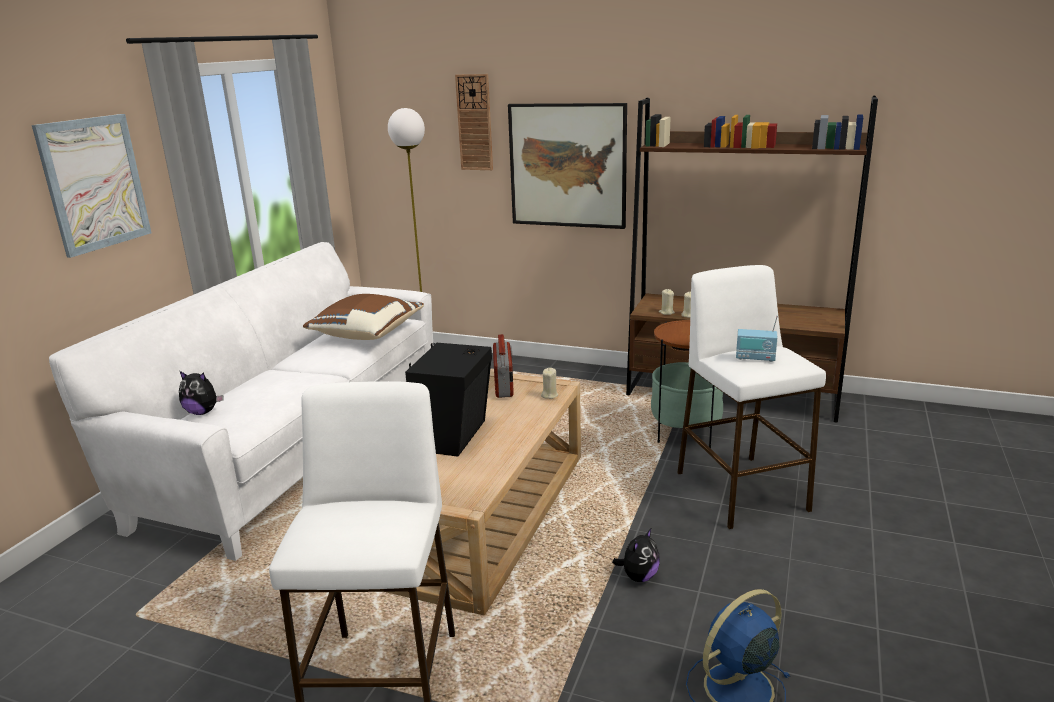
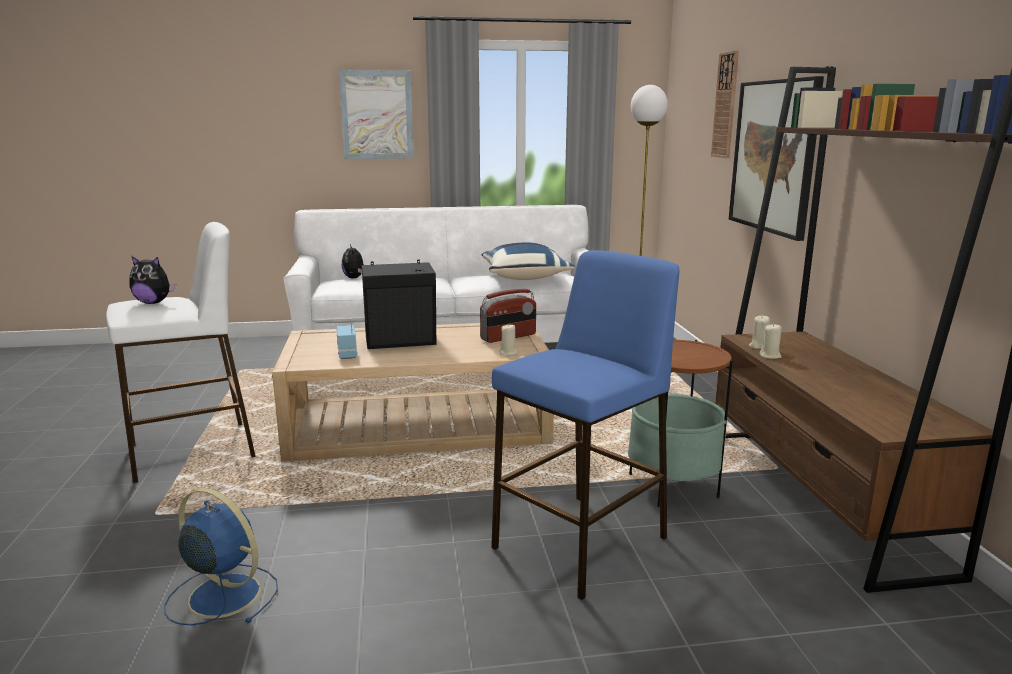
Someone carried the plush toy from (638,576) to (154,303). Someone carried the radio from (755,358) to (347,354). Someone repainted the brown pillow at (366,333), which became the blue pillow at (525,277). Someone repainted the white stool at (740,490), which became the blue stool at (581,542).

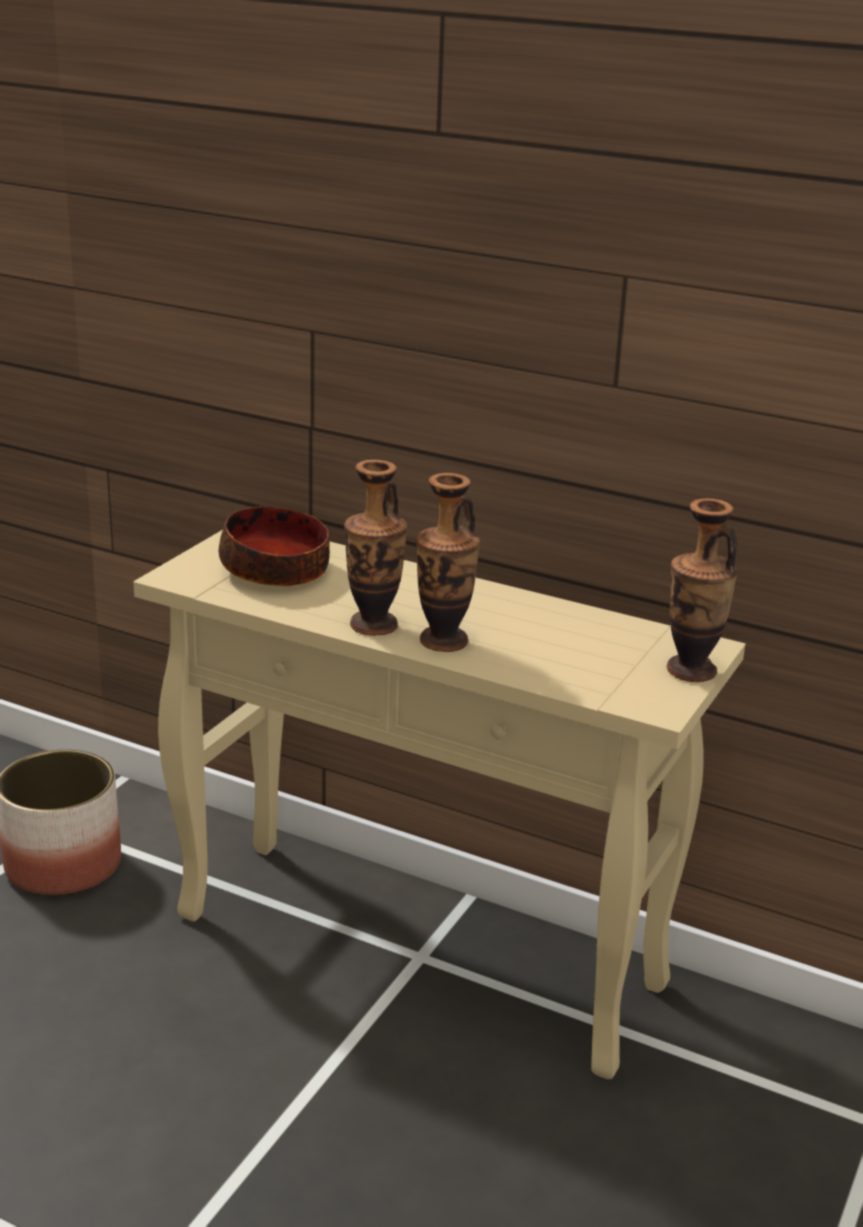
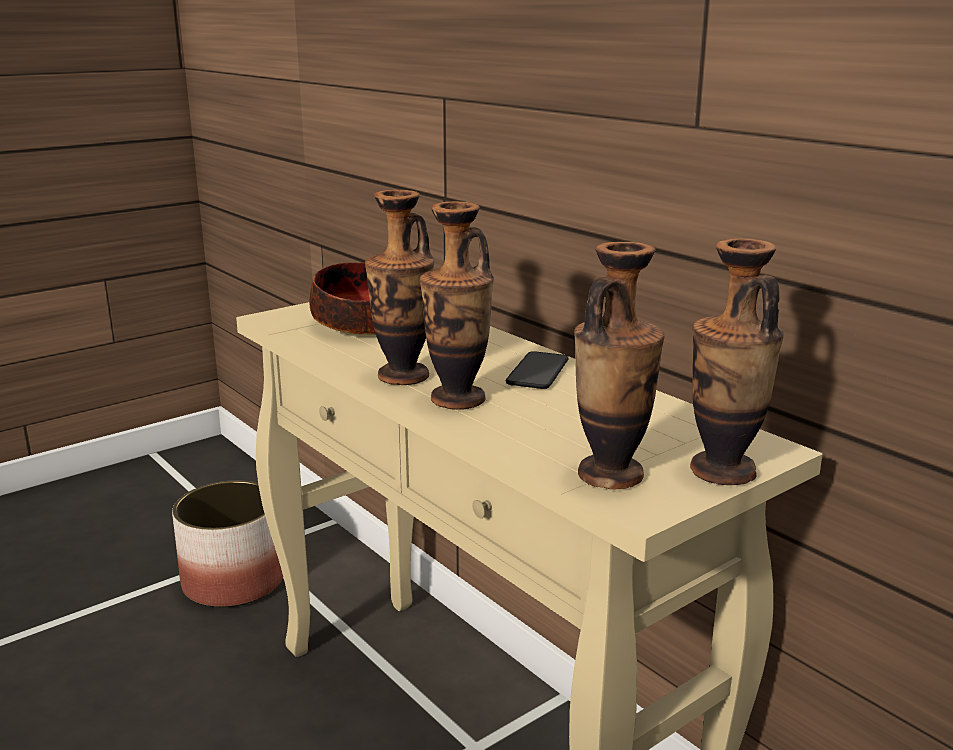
Someone put down the phone at (537,372). Someone put down the vase at (610,475).

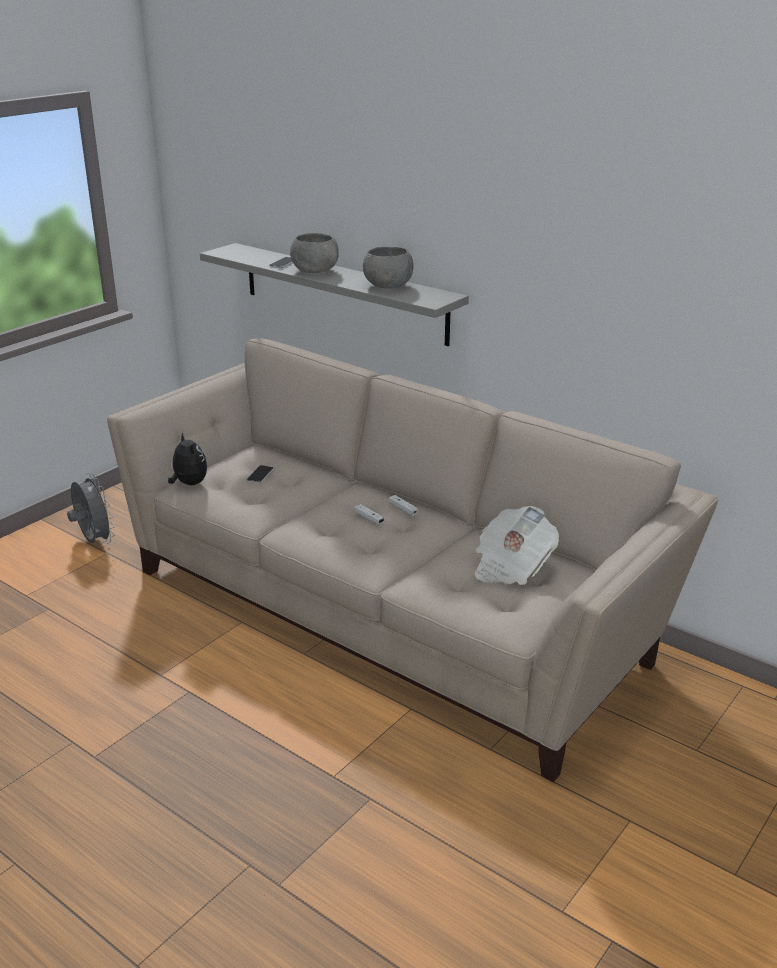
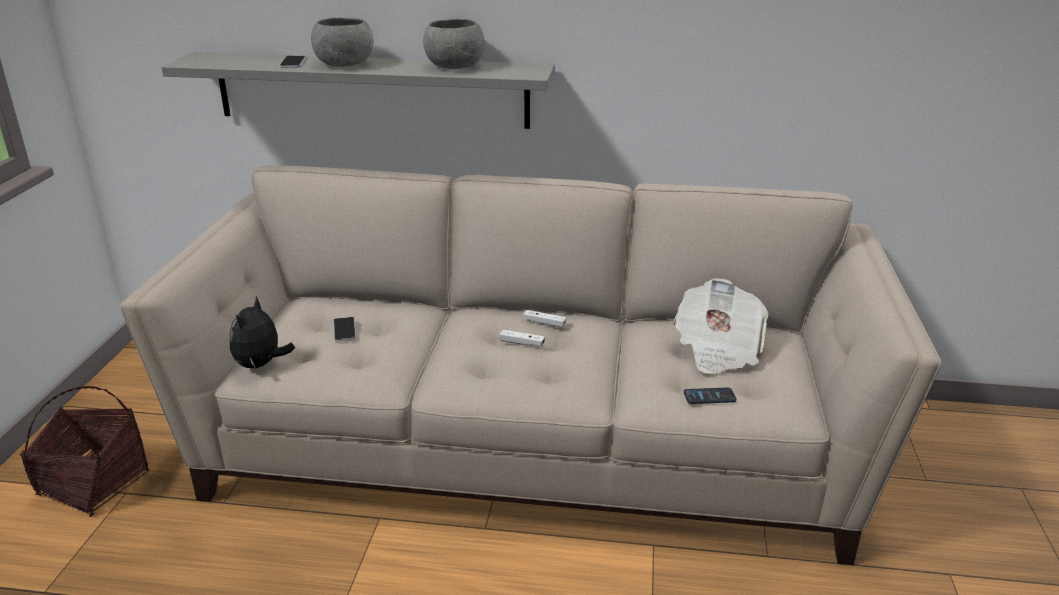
Someone swapped the grey fan at (94,541) for the basket at (93,484). Someone rotated the plush toy at (189,483) by 105 degrees counterclockwise. Someone put down the phone at (709,397).

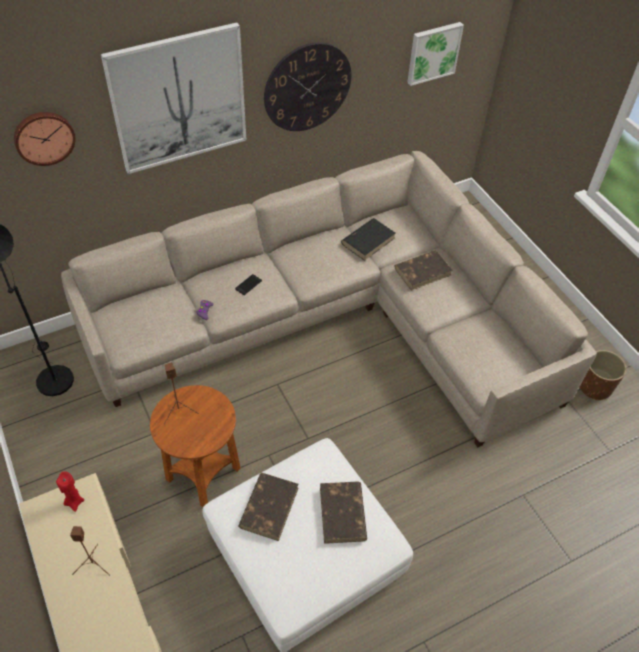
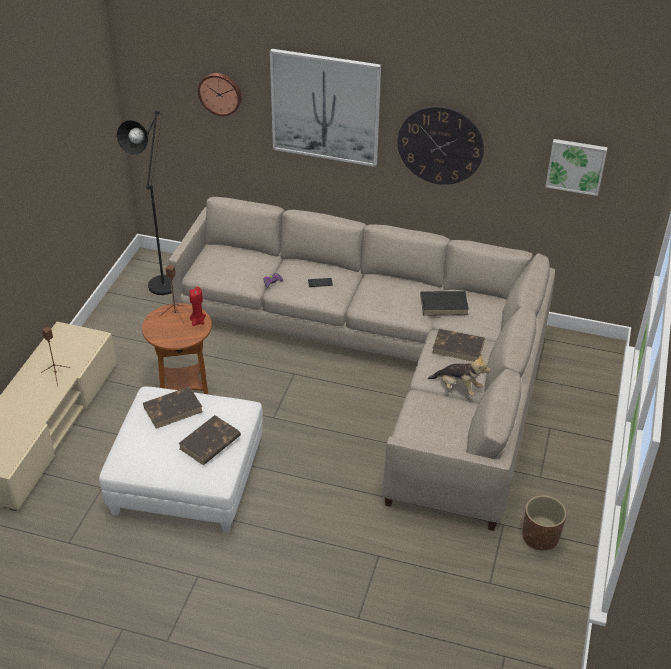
Someone carried the red candle from (74,501) to (198,321). Someone put down the plush toy at (458,388).

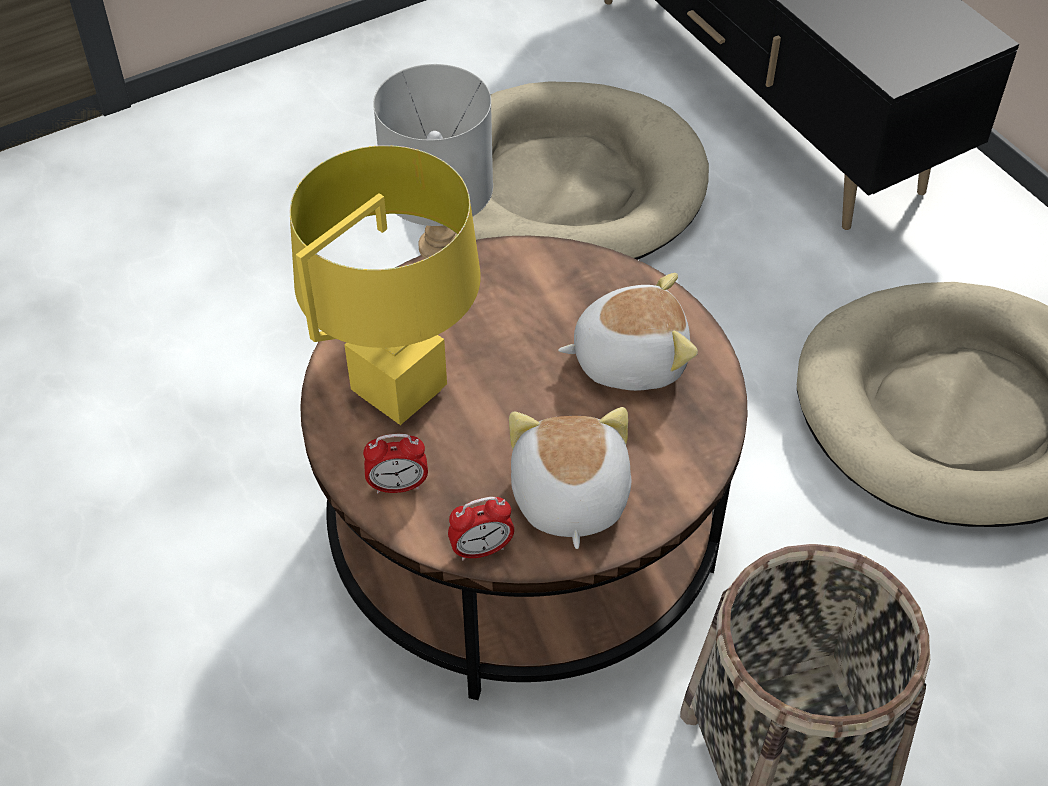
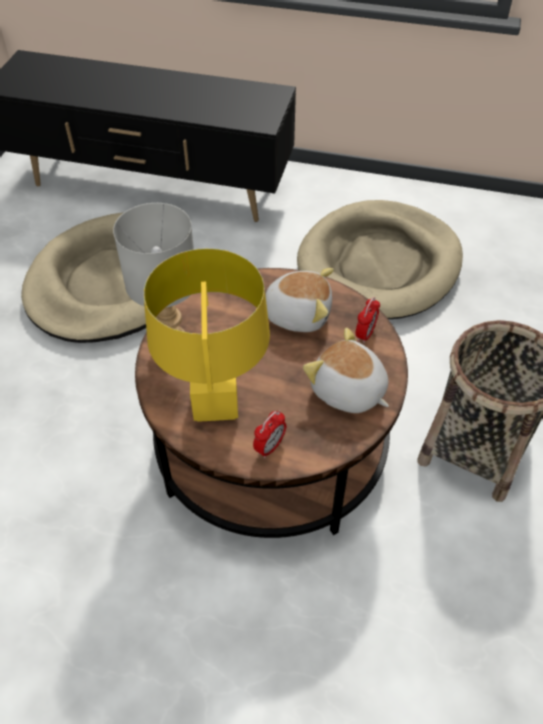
Someone rotated the plush toy at (629,358) by 60 degrees clockwise. Someone carried the alarm clock from (481,549) to (365,334).

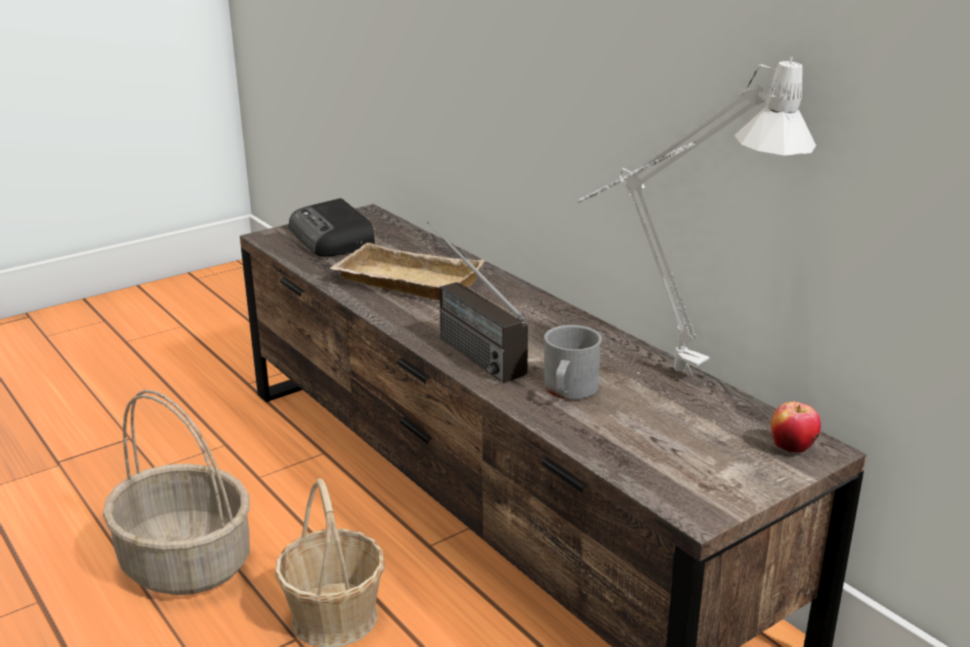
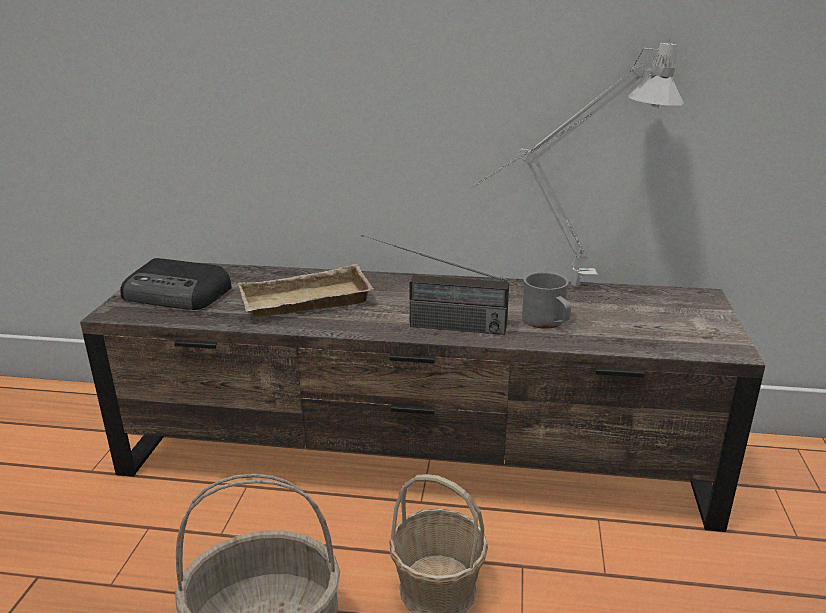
Someone took away the apple at (792,448).

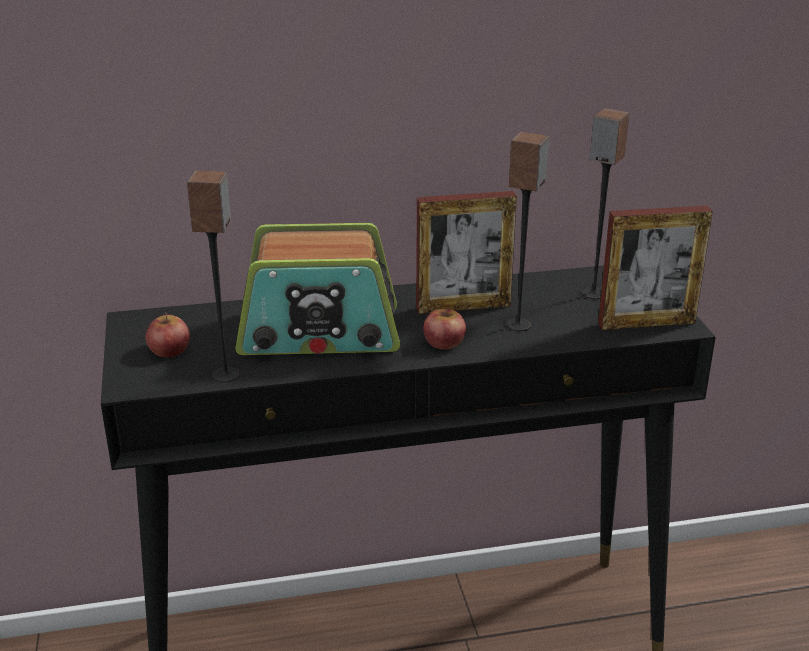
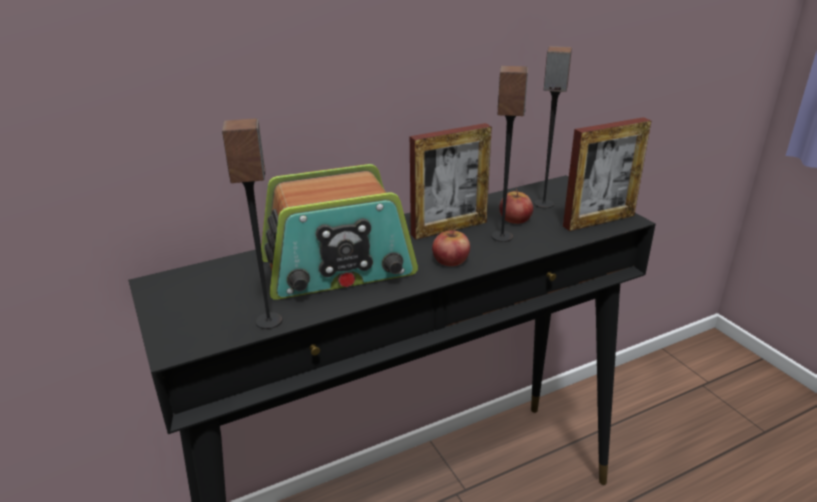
Someone carried the apple from (169,349) to (515,218).

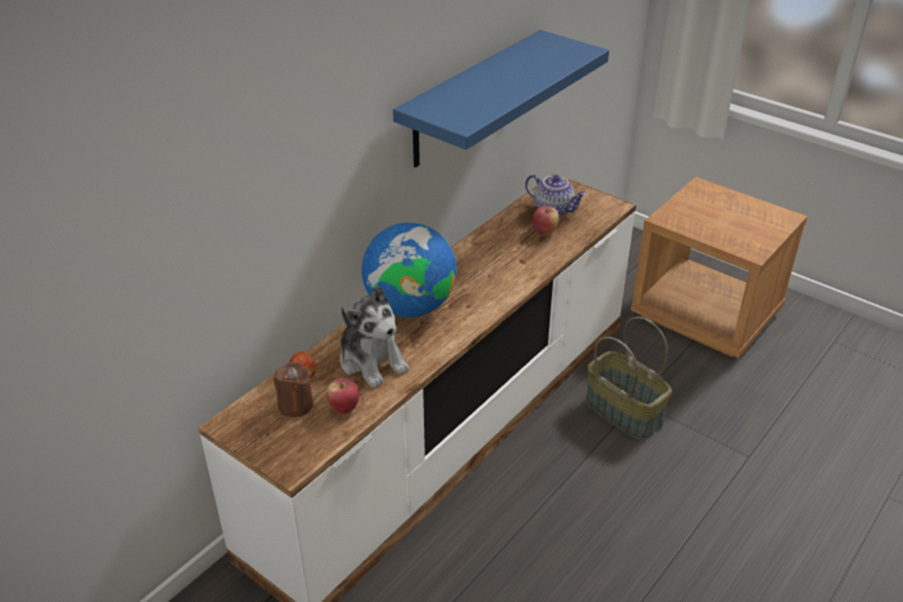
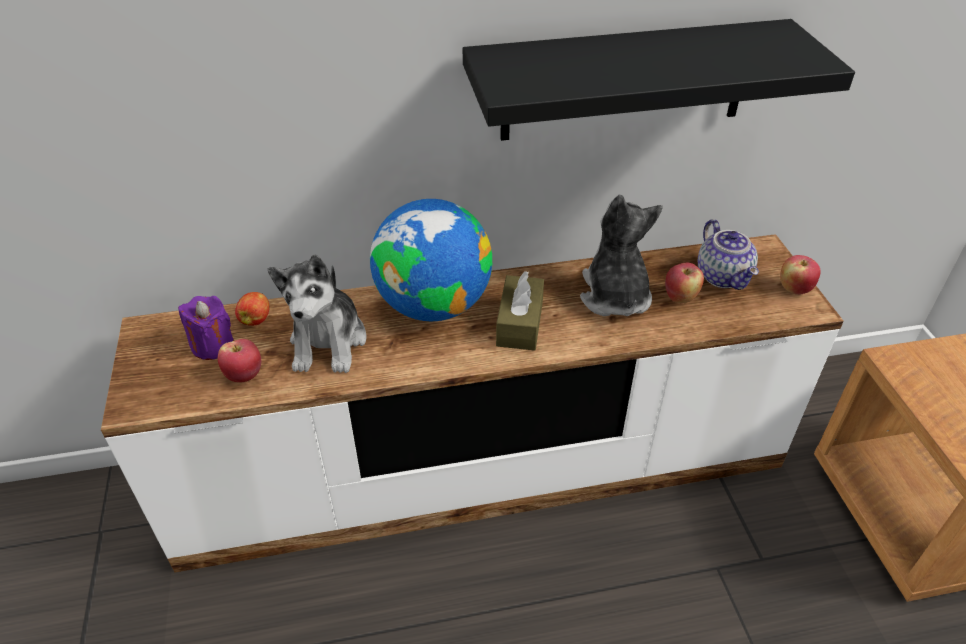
Someone repainted the brown candle at (295,405), which became the purple candle at (213,345). Someone repainted the blue shelf at (471,99), which became the black shelf at (625,81). Someone put down the brown tissue box at (520,323). Someone put down the plush toy at (614,296). Someone put down the apple at (794,289). Someone took away the basket at (625,412).

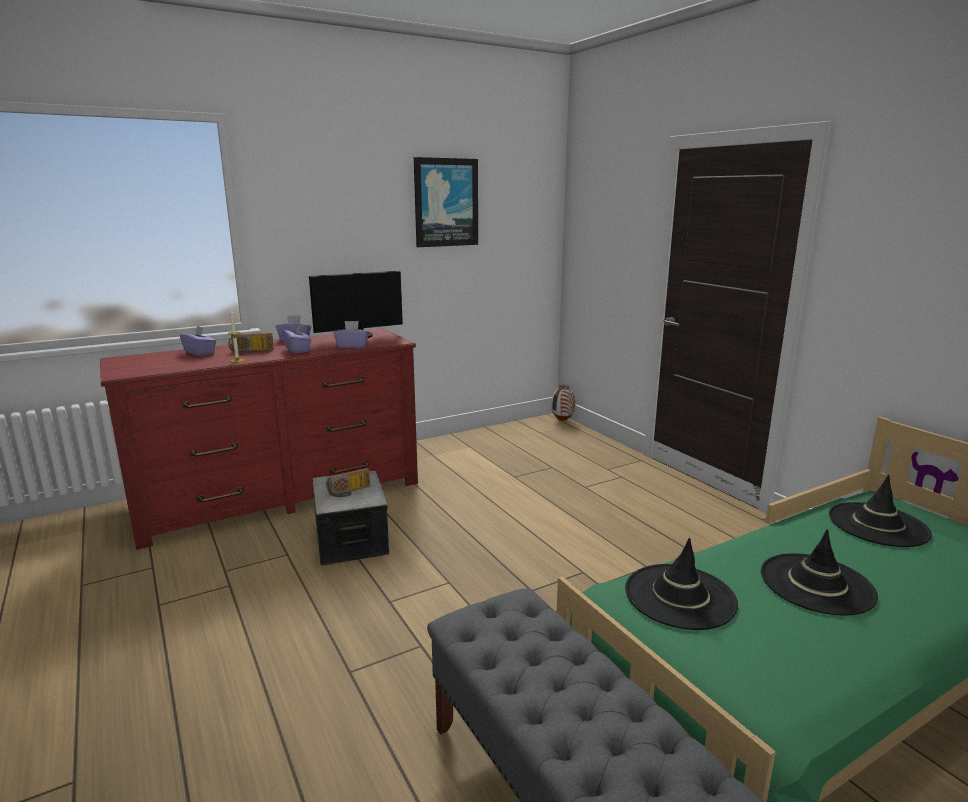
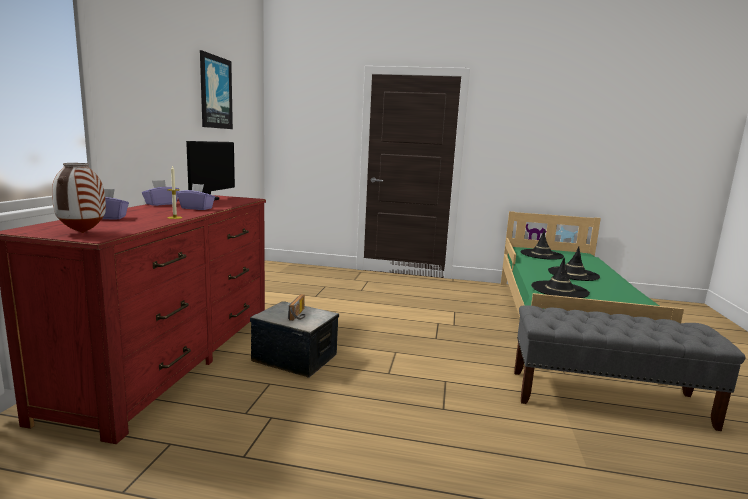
Someone carried the vase from (562,421) to (82,232). Someone took away the radio at (251,351). Someone took away the purple tissue box at (352,346).

